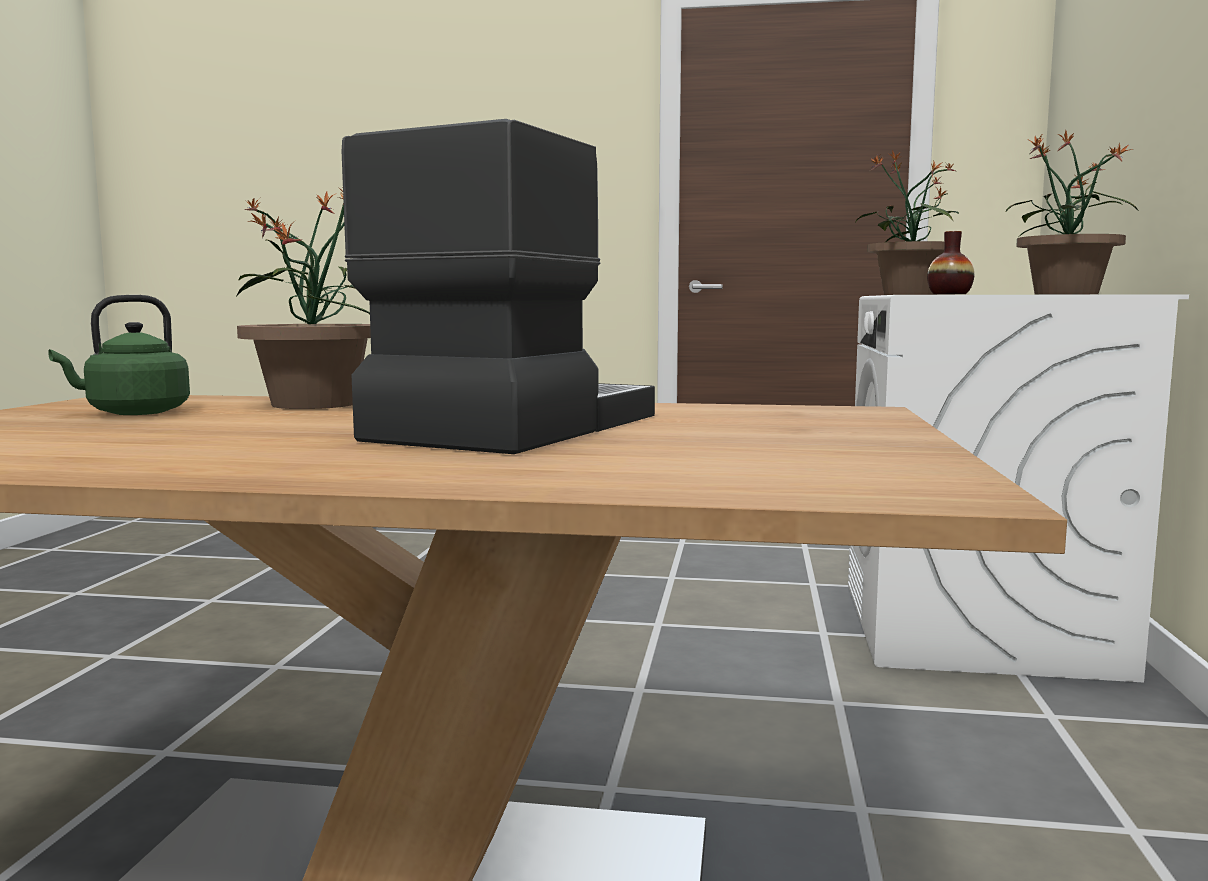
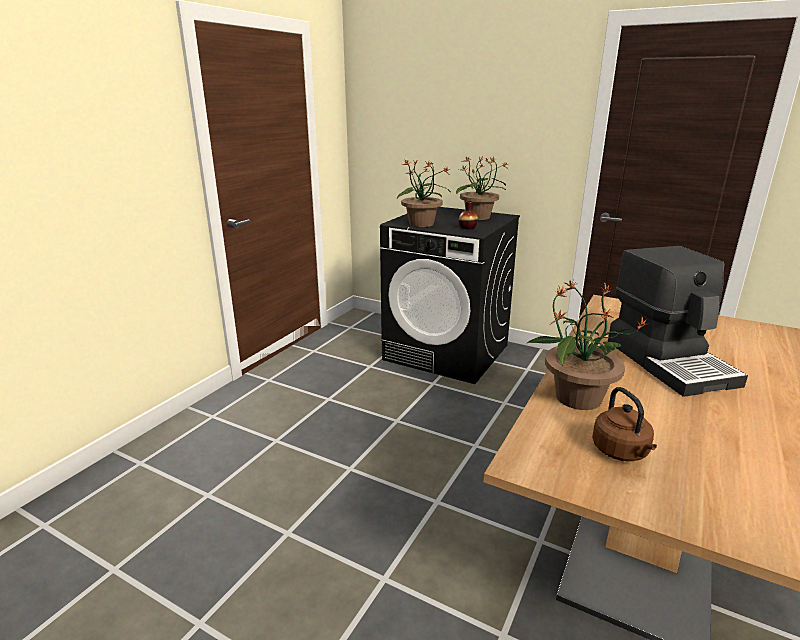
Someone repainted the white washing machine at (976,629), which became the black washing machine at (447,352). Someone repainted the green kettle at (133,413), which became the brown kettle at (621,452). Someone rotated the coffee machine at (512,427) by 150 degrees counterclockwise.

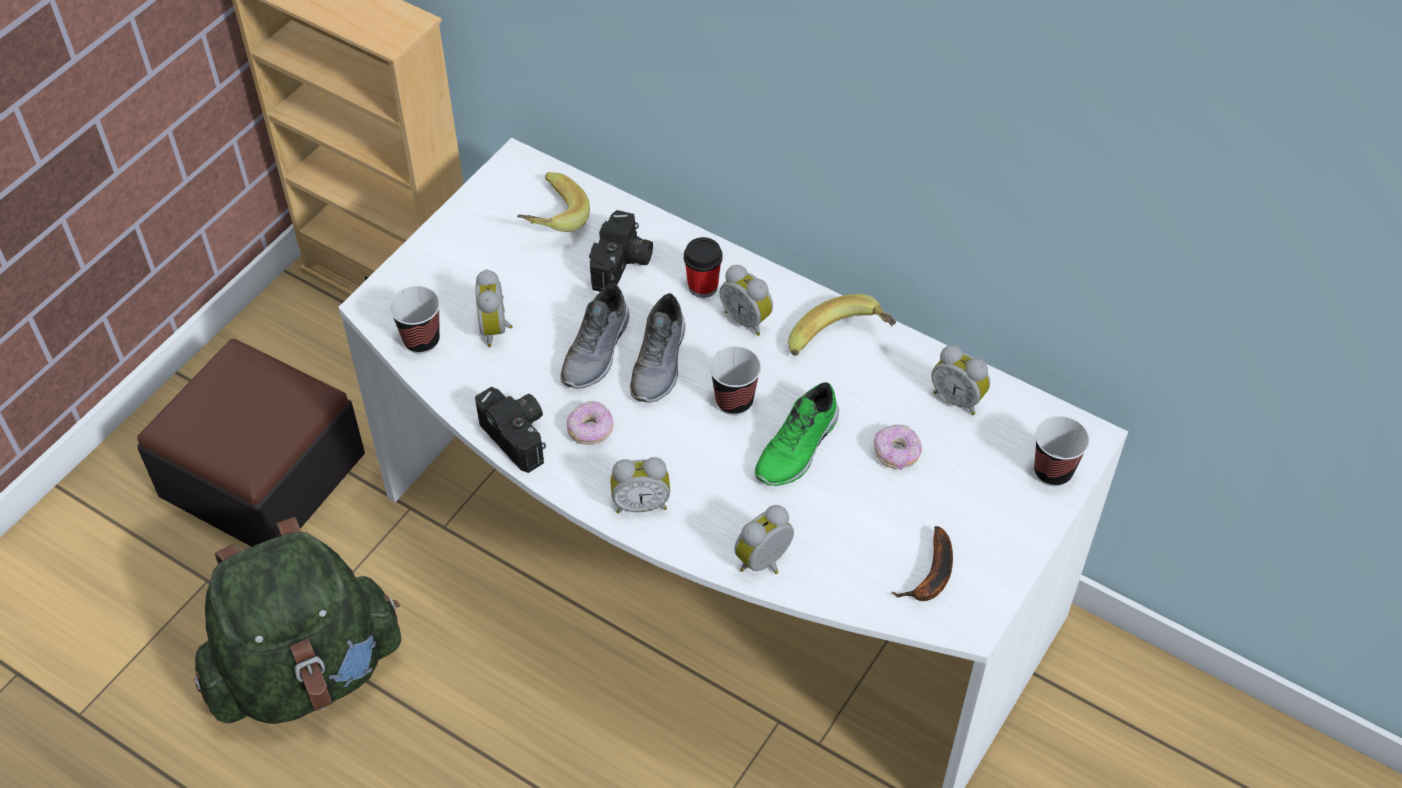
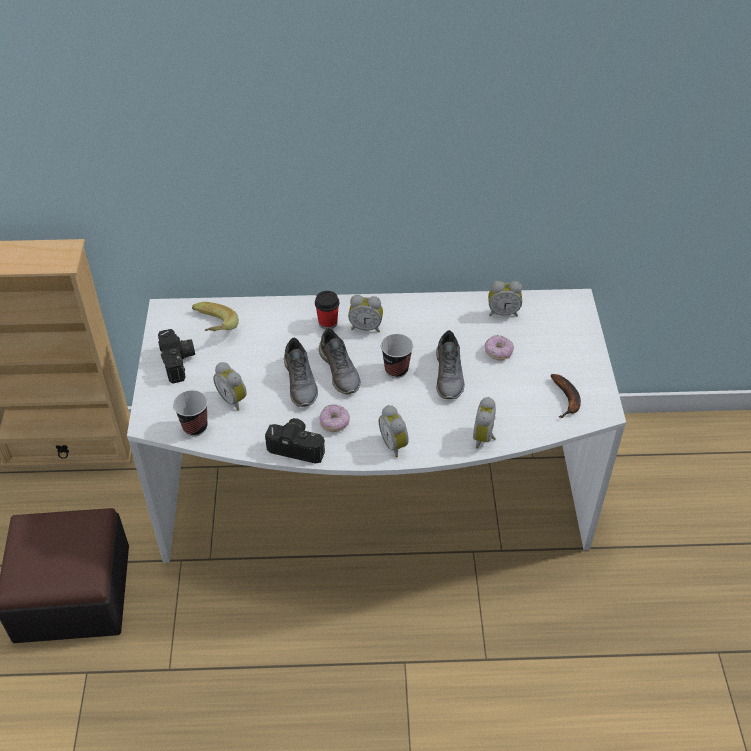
Someone carried the photo camera from (623,265) to (179,362). Someone rotated the alarm clock at (641,503) by 105 degrees clockwise. Someone repainted the green shoe at (799,448), which became the grey shoe at (449,375). Someone took away the green backpack at (308,672). Someone took away the banana at (841,345). Someone took away the cup at (1053,471).

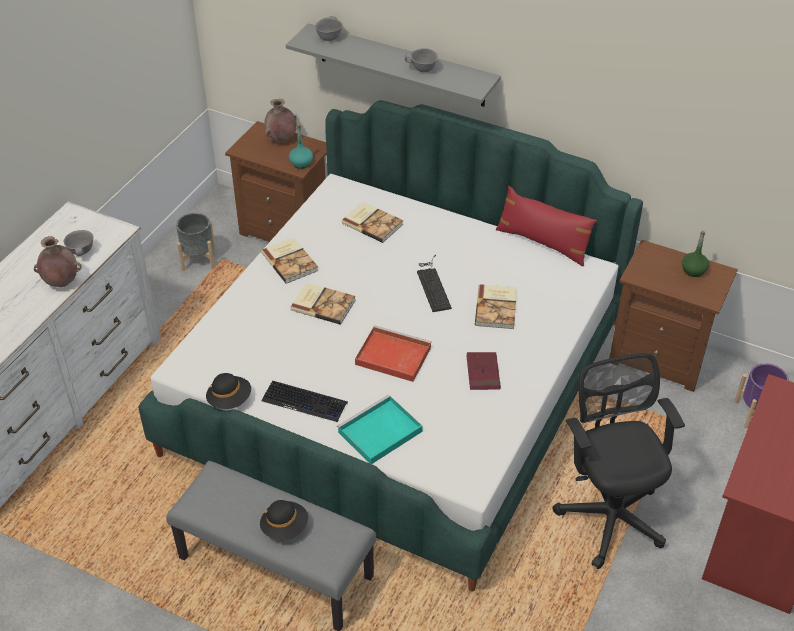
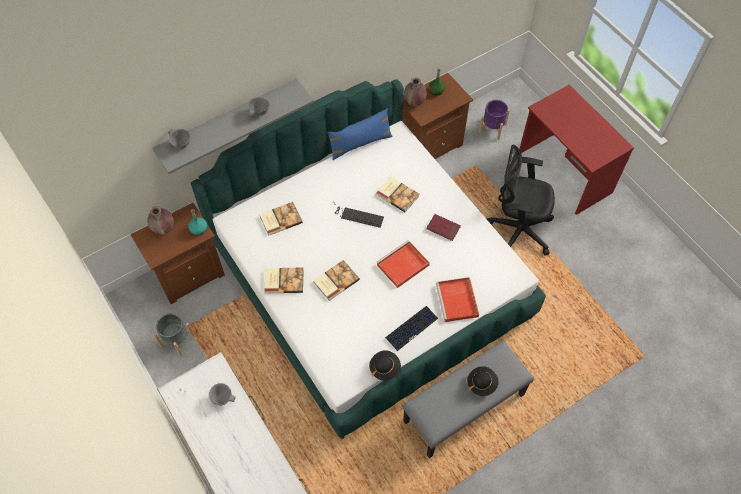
Someone repainted the red pillow at (543,243), which became the blue pillow at (360,144). Someone carried the brown vase from (61,282) to (414,102). Someone repainted the turquoise tray at (379,433), which became the red tray at (457,301).

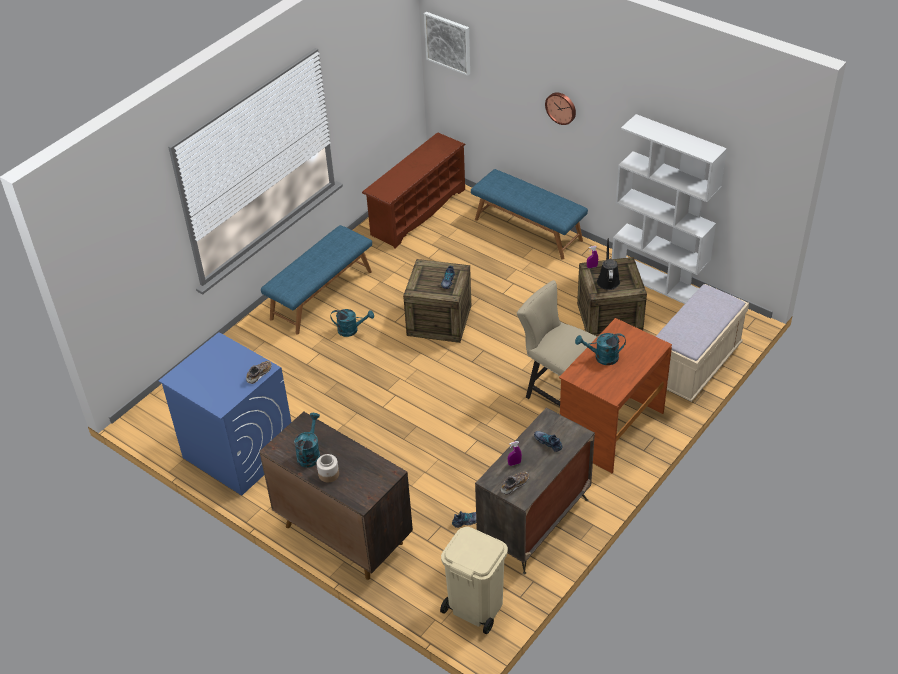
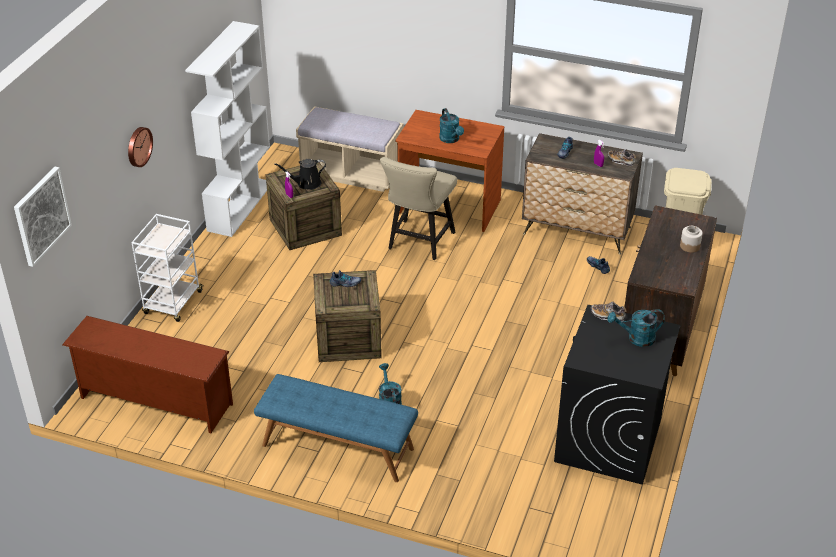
Someone swapped the blue bench at (528,229) for the white cart at (173,303). Someone repainted the blue washing machine at (238,451), which became the black washing machine at (608,441). Someone carried the turquoise watering can from (309,453) to (636,338).

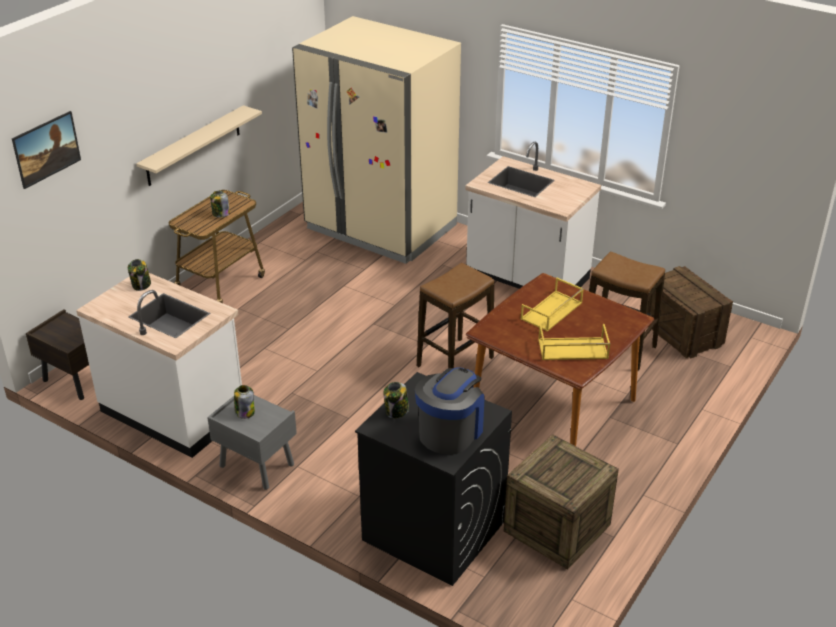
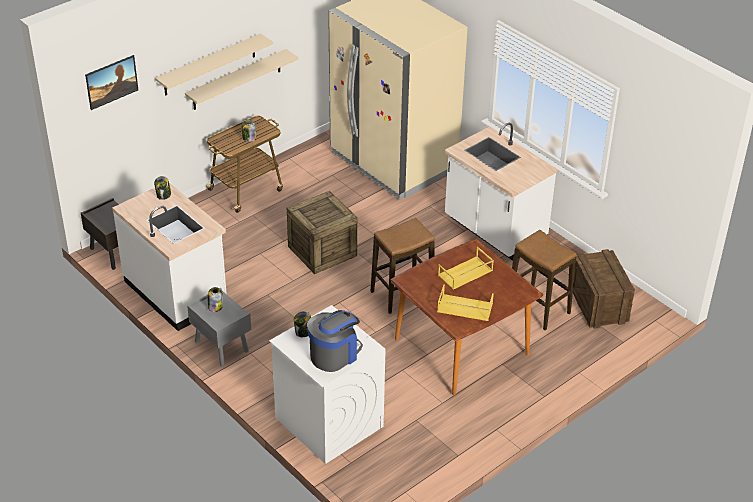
Someone put up the beige shelf at (209,65). Someone repainted the black washing machine at (433,530), which became the white washing machine at (328,422). Someone carried the crate from (557,528) to (322,251).

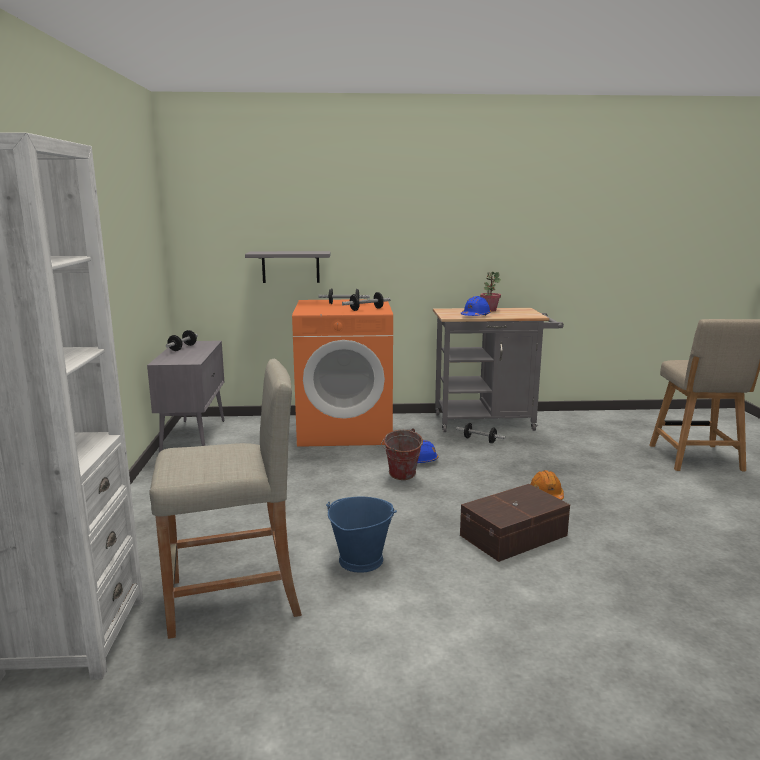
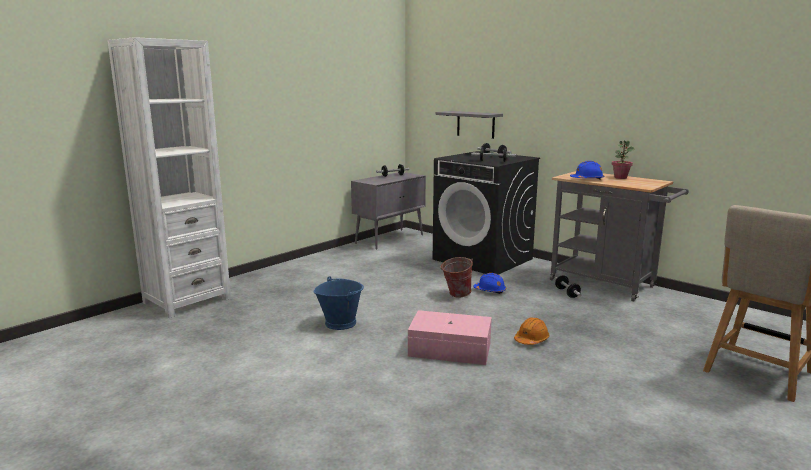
Someone repainted the brown storage box at (515,536), which became the pink storage box at (450,350). Someone repainted the orange washing machine at (345,430), which became the black washing machine at (483,259). Someone took away the beige stool at (234,598).

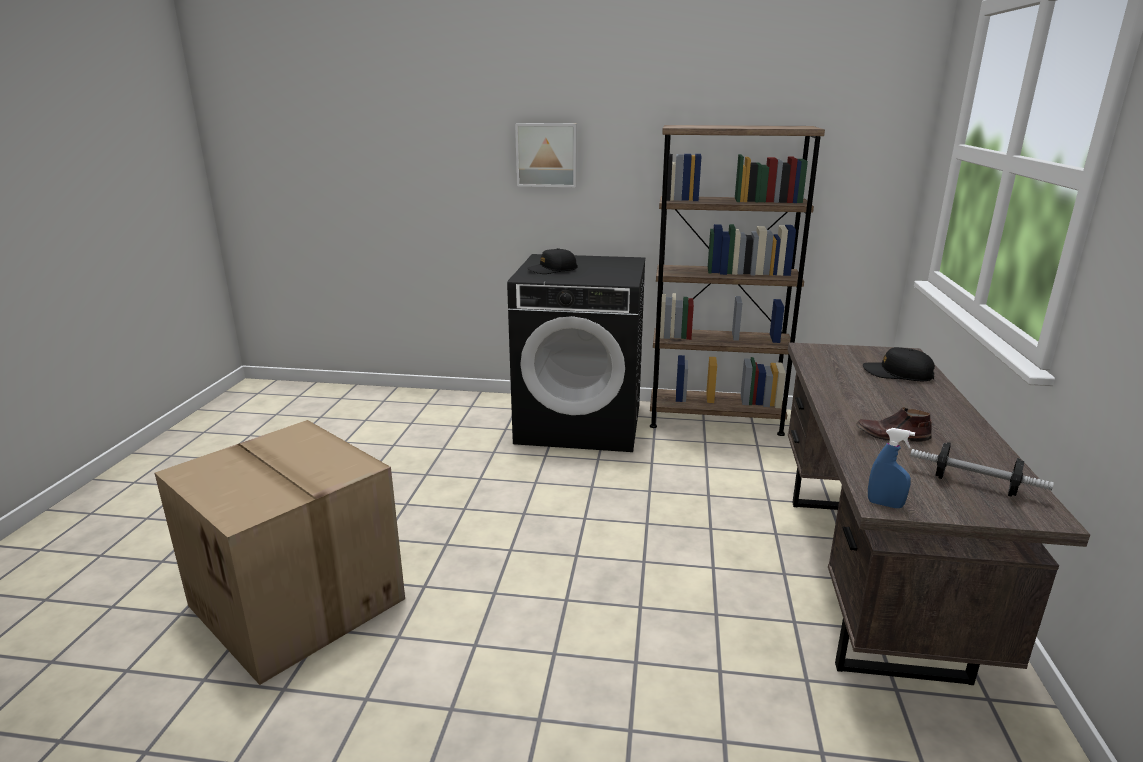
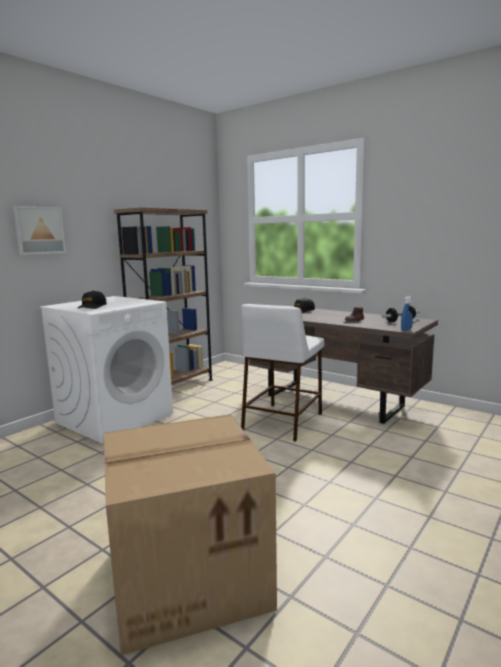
Someone repainted the black washing machine at (580,423), which became the white washing machine at (115,418). Someone put down the white stool at (283,421).

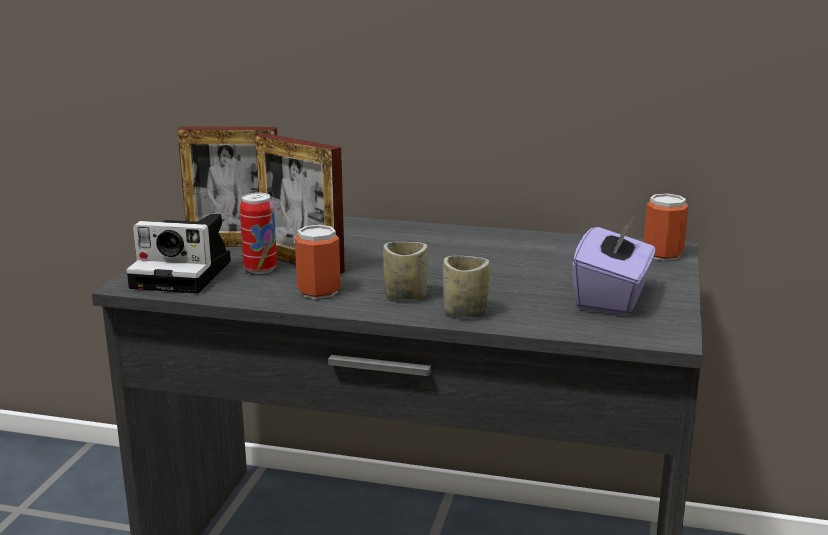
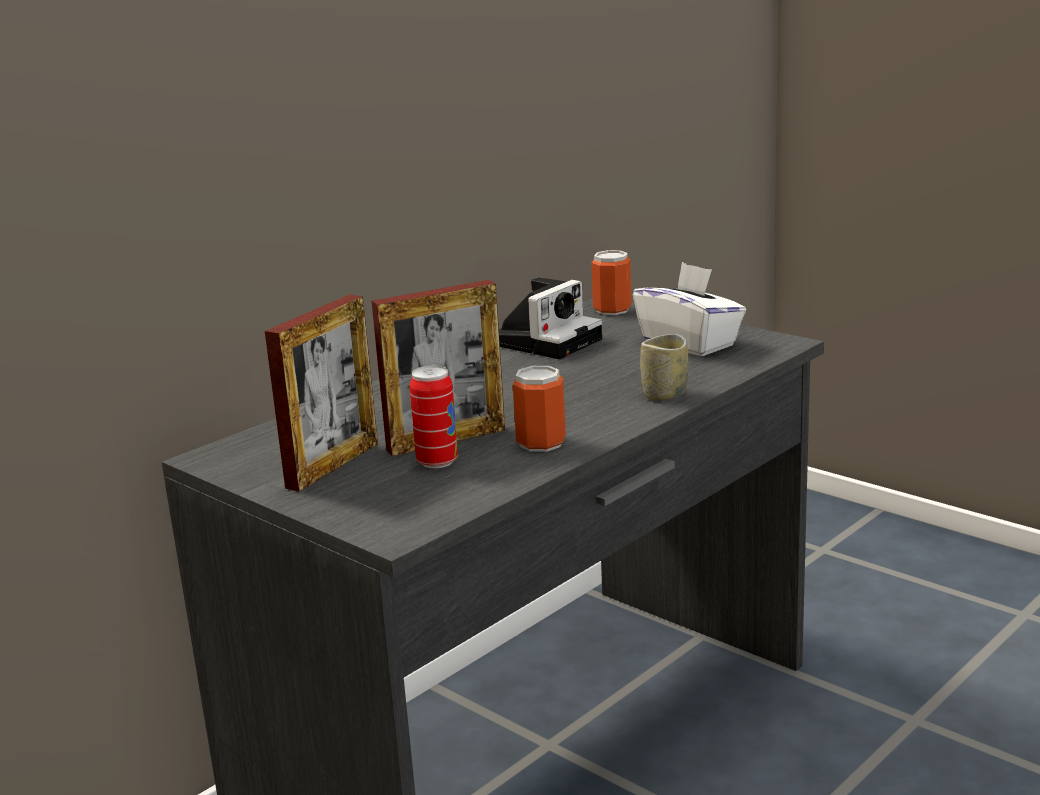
Someone carried the photo camera from (186,274) to (547,340). Someone repainted the purple tissue box at (612,298), which became the white tissue box at (689,343). Someone took away the cup at (405,296).

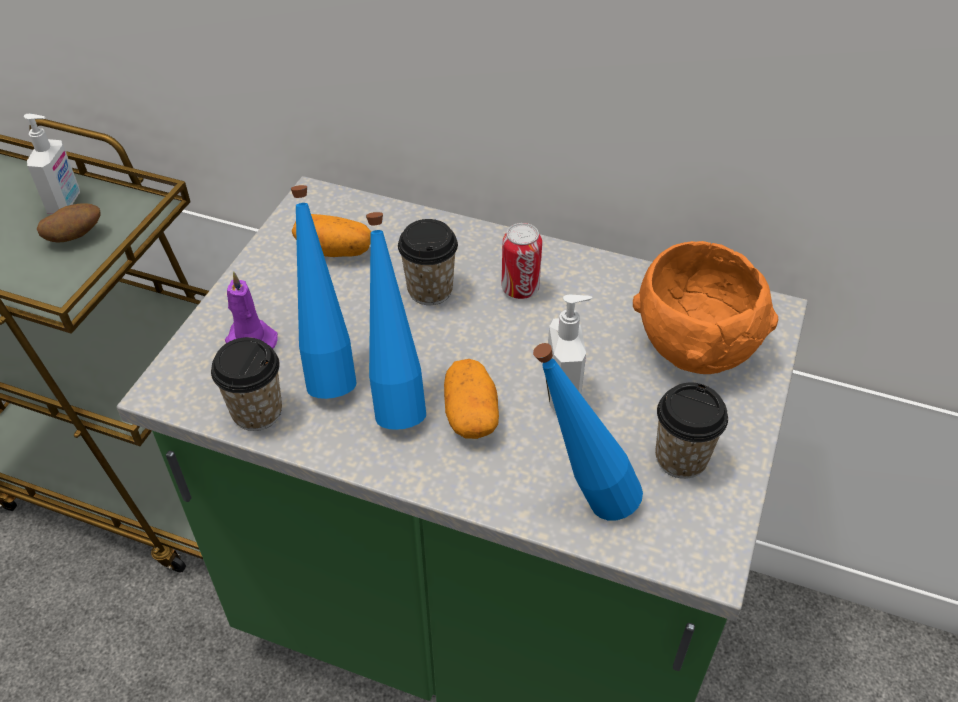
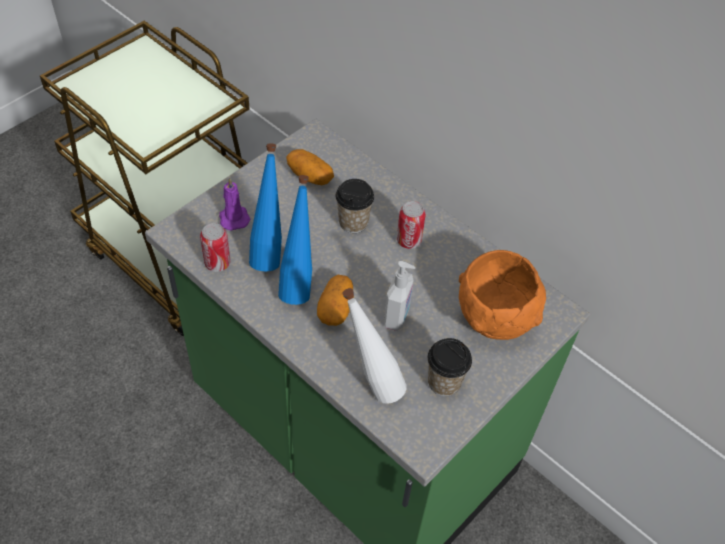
Someone swapped the cup at (257,412) for the can at (217,263). Someone repainted the blue bottle at (582,500), which became the white bottle at (371,384). Someone took away the soap dispenser at (65,203). Someone took away the potato at (75,237).

